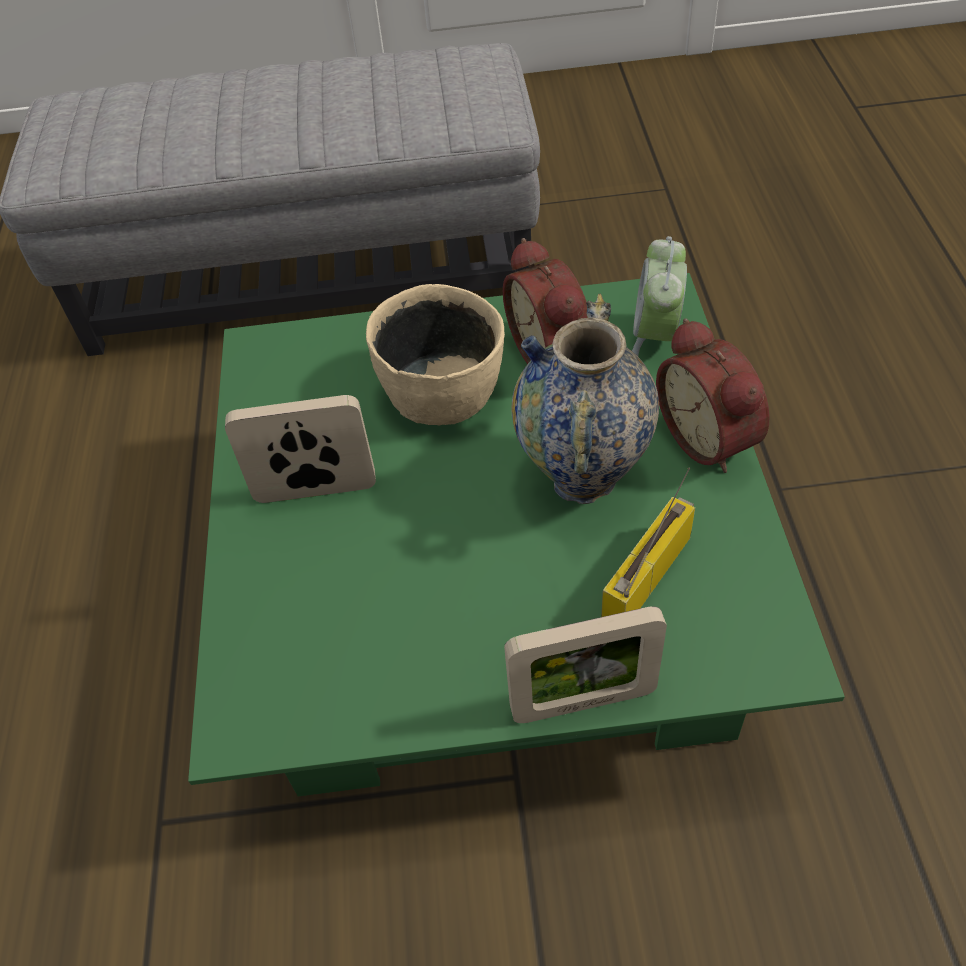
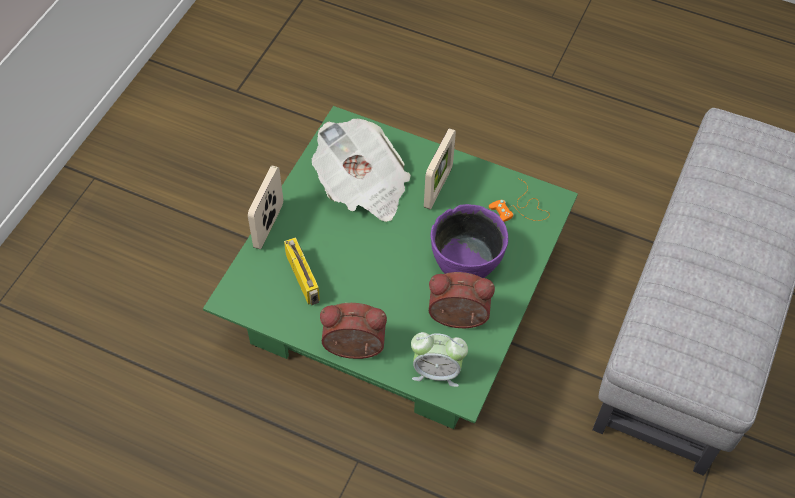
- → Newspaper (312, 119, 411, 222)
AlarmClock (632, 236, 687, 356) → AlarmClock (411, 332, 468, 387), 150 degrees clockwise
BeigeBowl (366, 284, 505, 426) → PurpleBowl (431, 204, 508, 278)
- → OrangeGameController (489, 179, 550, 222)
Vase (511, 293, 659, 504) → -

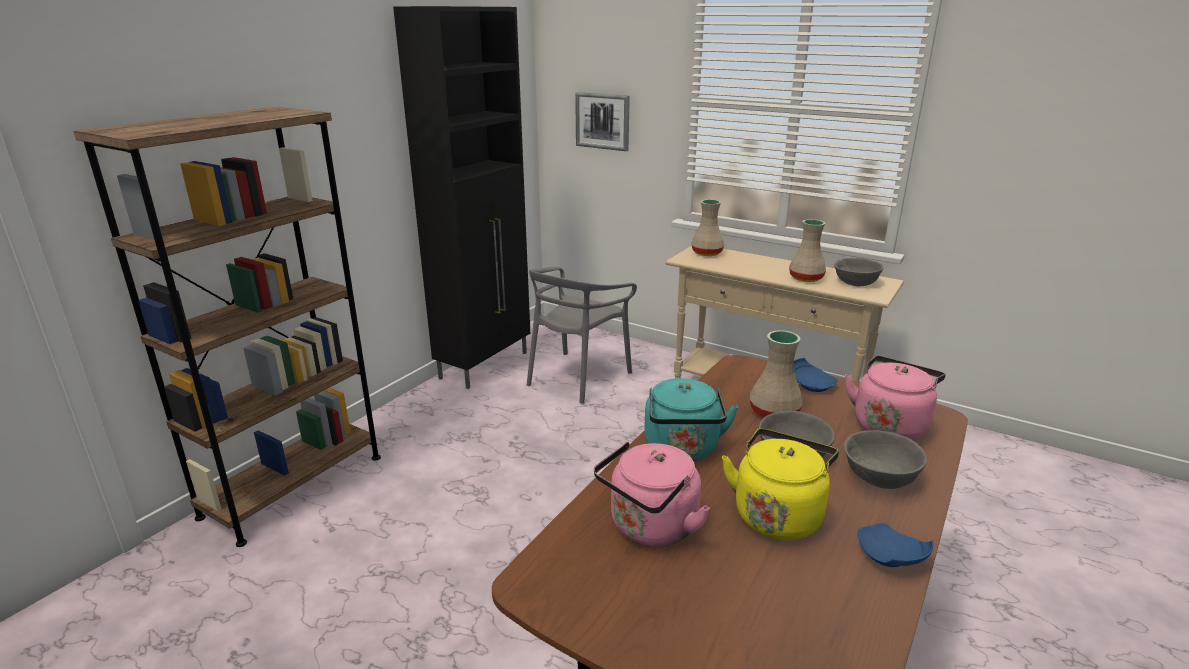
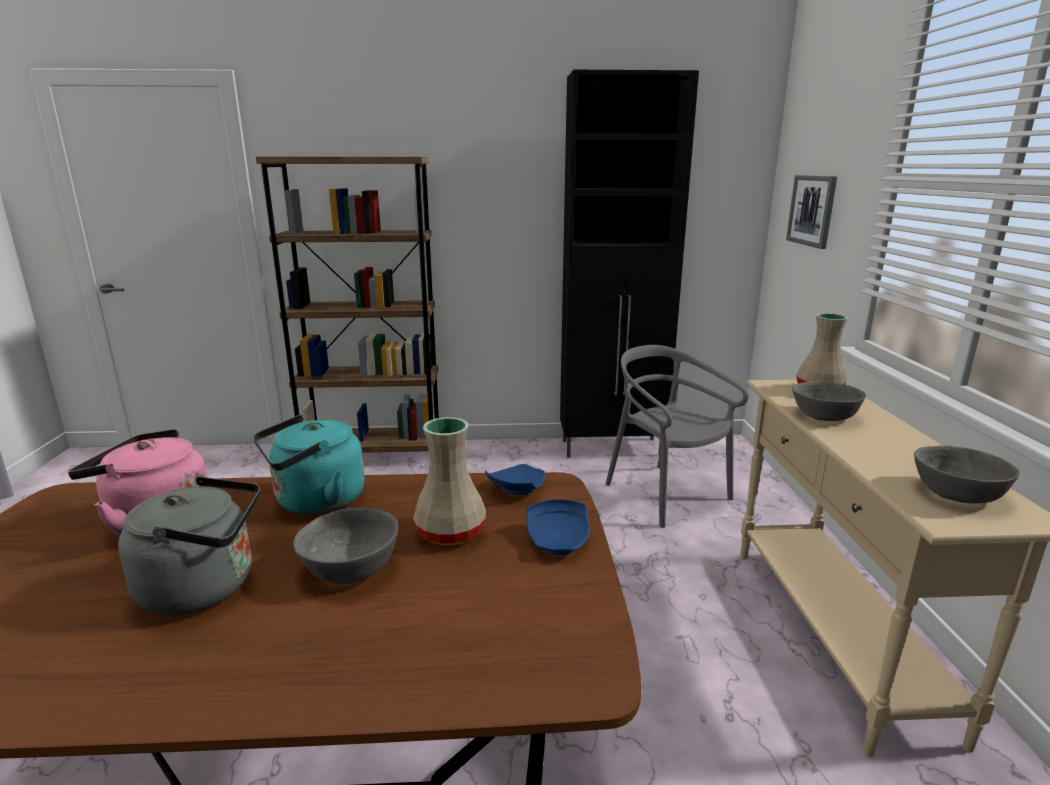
YellowKettle (722, 428, 839, 540) → GreyKettle (118, 476, 260, 615)
BluePlate (857, 523, 933, 567) → BluePlate (485, 464, 546, 495), moved
GreyChair (527, 267, 637, 404) → GreyChair (606, 345, 749, 528), 60 degrees clockwise
GreyBowl (844, 430, 927, 489) → GreyBowl (792, 381, 866, 421), moved
BeigeVase (789, 219, 826, 282) → -
PinkKettle (845, 356, 945, 440) → -

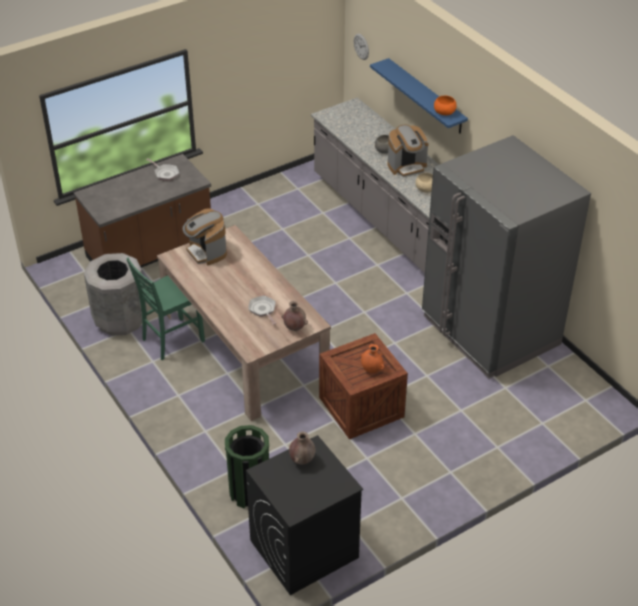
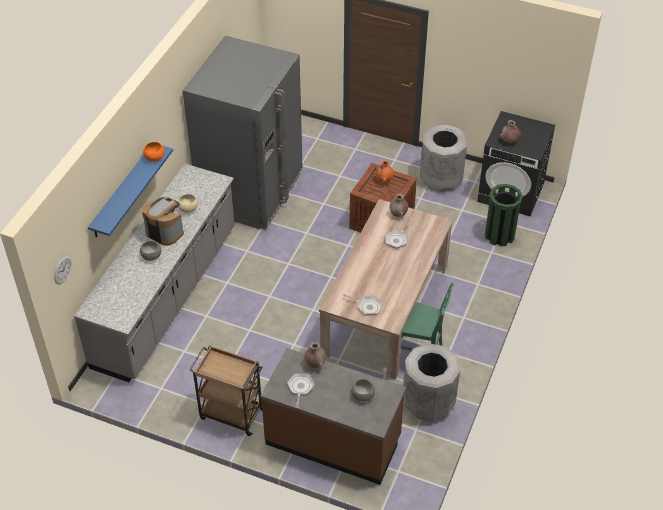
- → BrownCart (189, 345, 263, 436)
- → BrownVase (305, 342, 326, 368)
CoffeeMachine (183, 208, 227, 266) → FryingPan (343, 294, 383, 315)
- → GreyBowl (352, 379, 375, 402)
- → GreyTrashCan (420, 124, 468, 192)

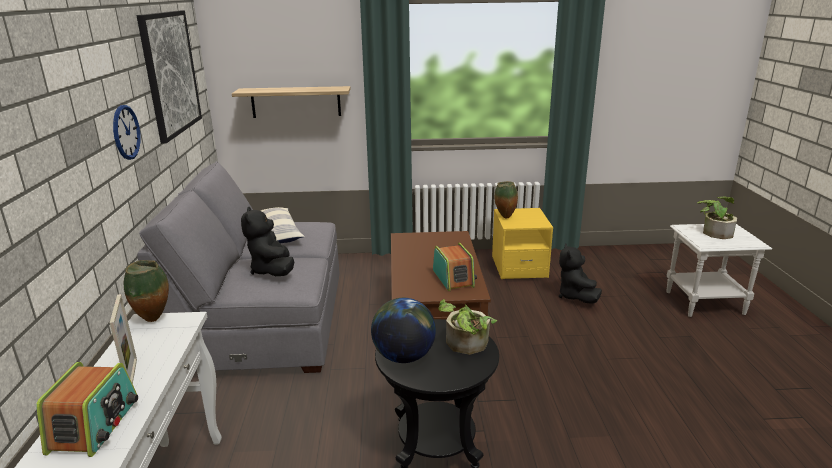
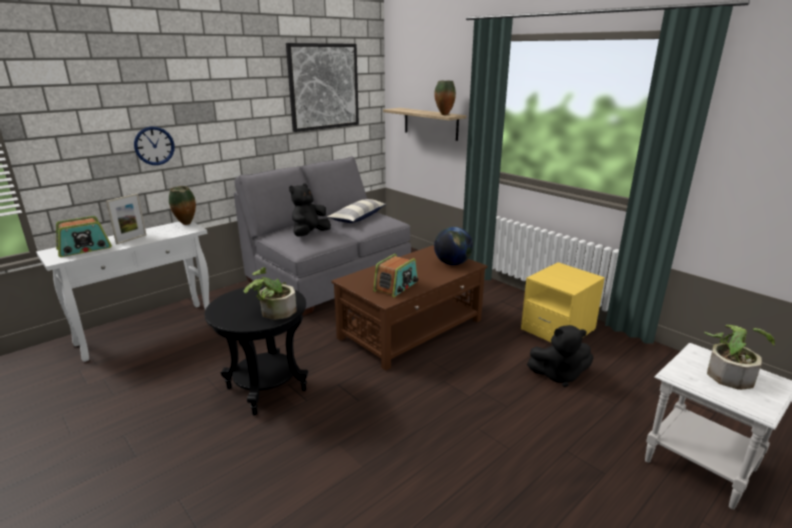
WallClock (113, 105, 141, 160) → WallClock (134, 126, 174, 165), moved
Vase (494, 181, 518, 218) → Vase (434, 81, 456, 115), moved
Globe (371, 298, 436, 363) → Globe (434, 227, 473, 265), moved
BlackPlushToy (559, 244, 602, 304) → BlackPlushToy (527, 325, 594, 387), 135 degrees counterclockwise

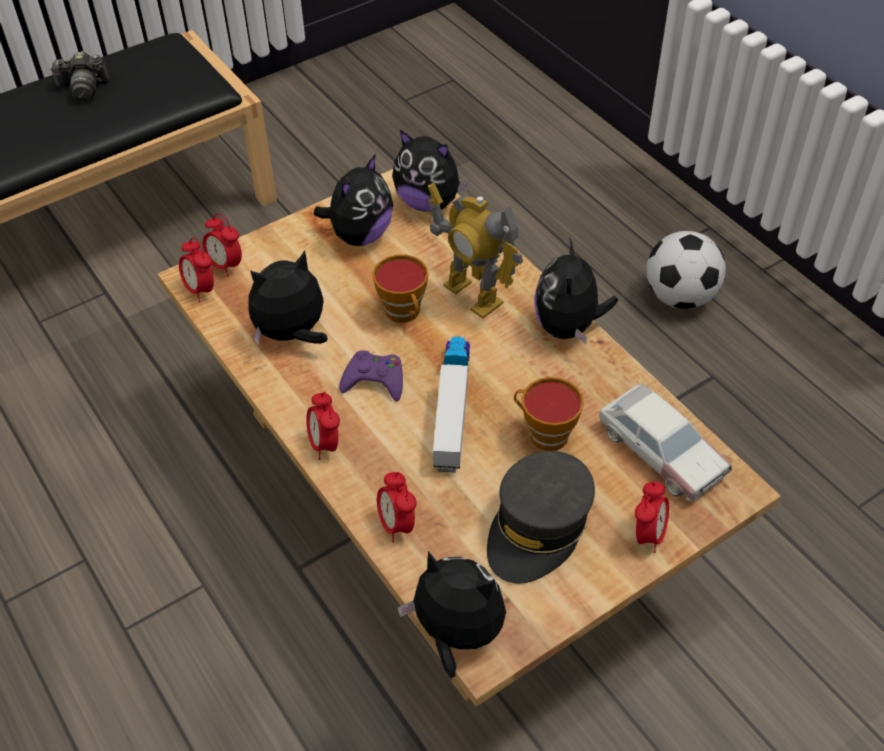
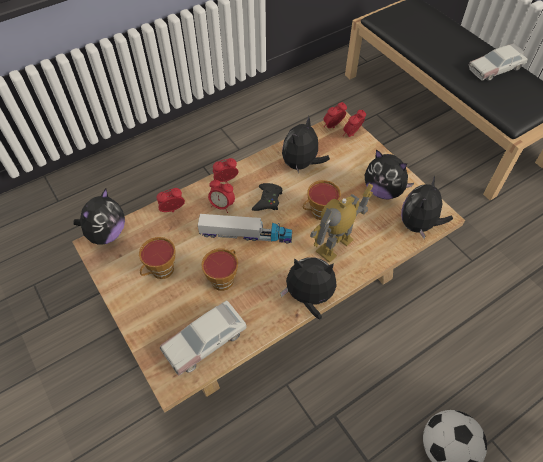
GreyCap (487, 451, 595, 584) → Cup (139, 237, 175, 279)
AlarmClock (635, 482, 669, 553) → AlarmClock (208, 177, 235, 213), moved
PurpleGameController (339, 350, 403, 401) → BlackGameController (252, 183, 282, 211)
PlushToy (248, 251, 328, 345) → PlushToy (282, 116, 330, 173), 120 degrees counterclockwise
PhotoCamera (51, 51, 109, 101) → ToyCar (469, 43, 528, 81)

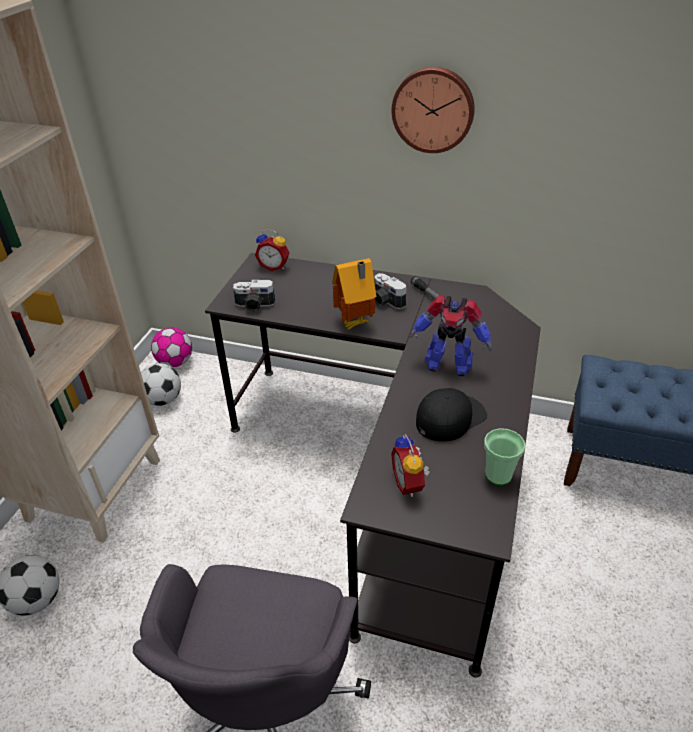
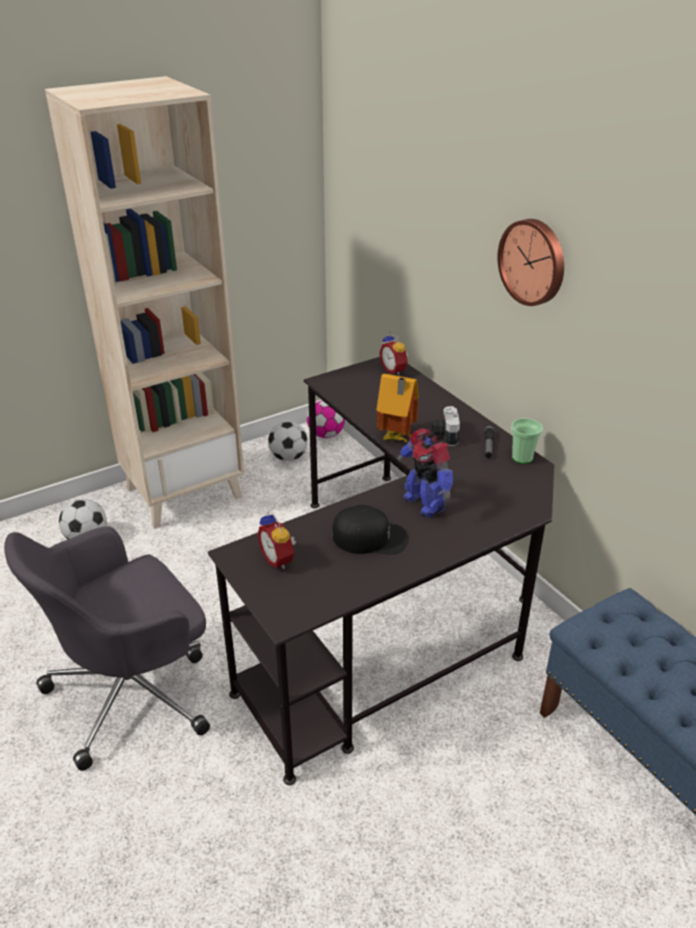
AlarmClock (391, 434, 430, 497) → AlarmClock (257, 511, 296, 569), 60 degrees counterclockwise
Cup (484, 428, 525, 485) → Cup (511, 418, 543, 464), moved
PhotoCamera (233, 280, 275, 312) → -

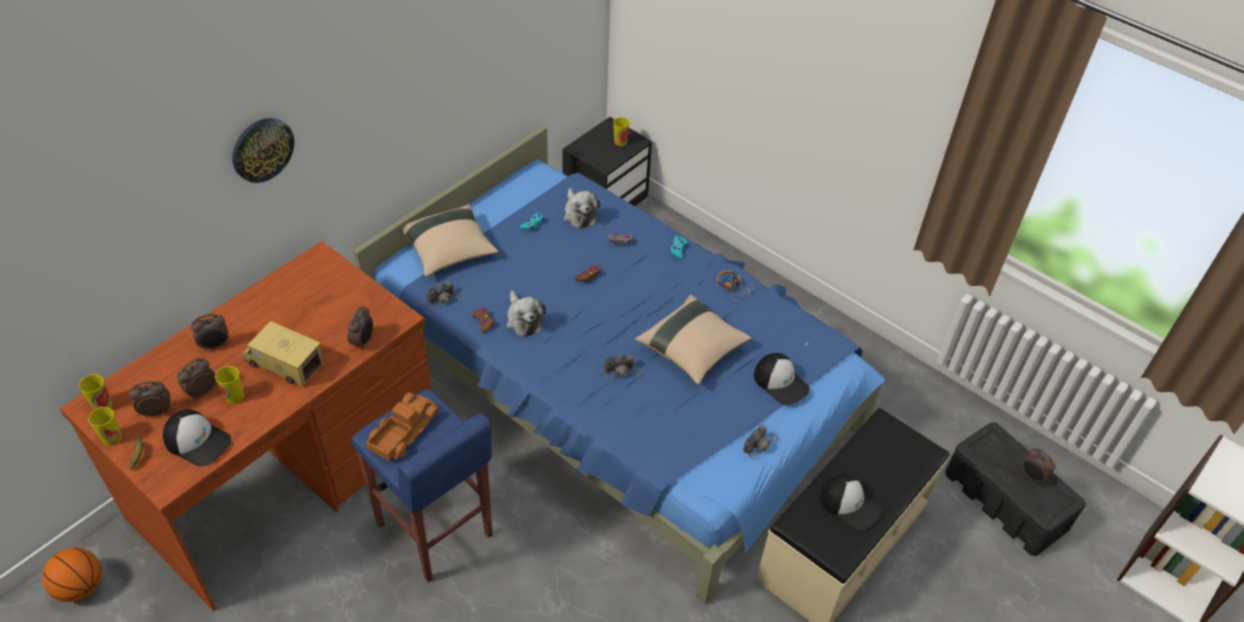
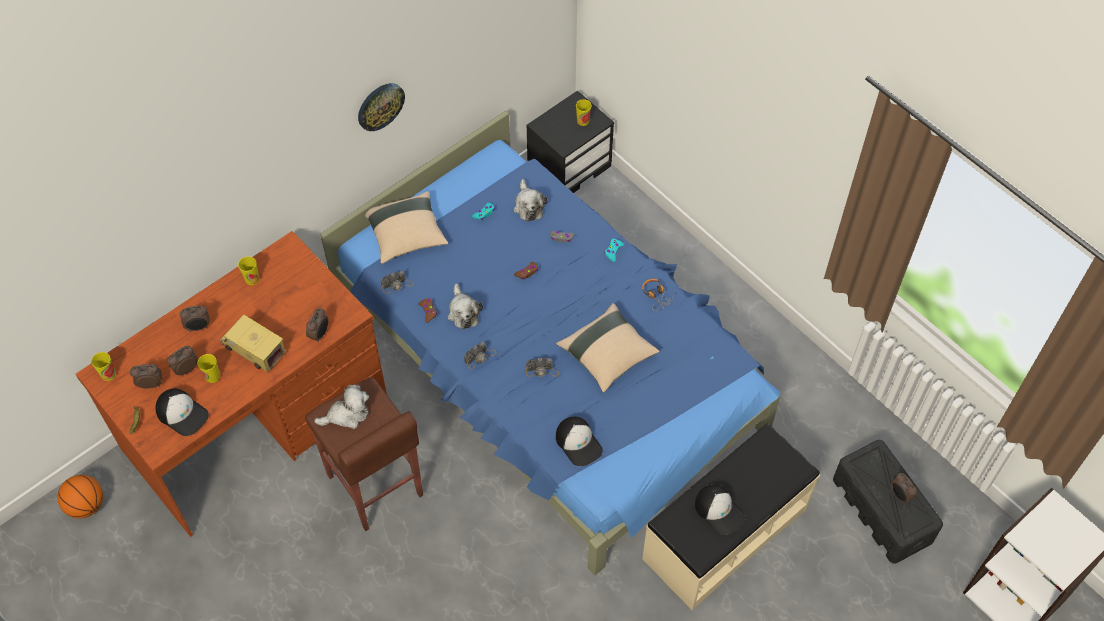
Cup (88, 407, 122, 446) → Cup (238, 256, 259, 285), moved
BlueStool (351, 389, 493, 583) → BrownStool (305, 377, 423, 531)
ToyTruck (366, 392, 440, 461) → PlushToy (314, 385, 369, 429)
WallClock (232, 118, 294, 183) → WallClock (358, 83, 405, 131), moved
PhotoCamera (743, 425, 778, 459) → PhotoCamera (464, 342, 497, 369), moved
Cap (754, 353, 810, 405) → Cap (556, 417, 603, 466), moved

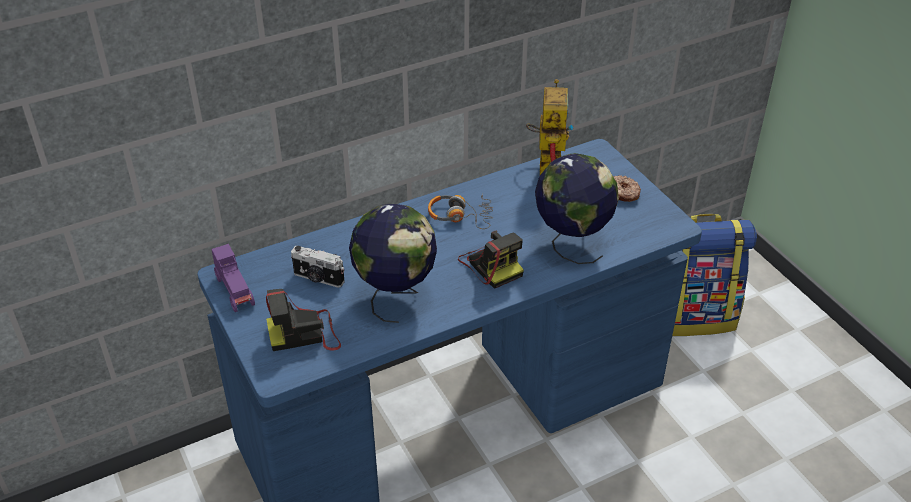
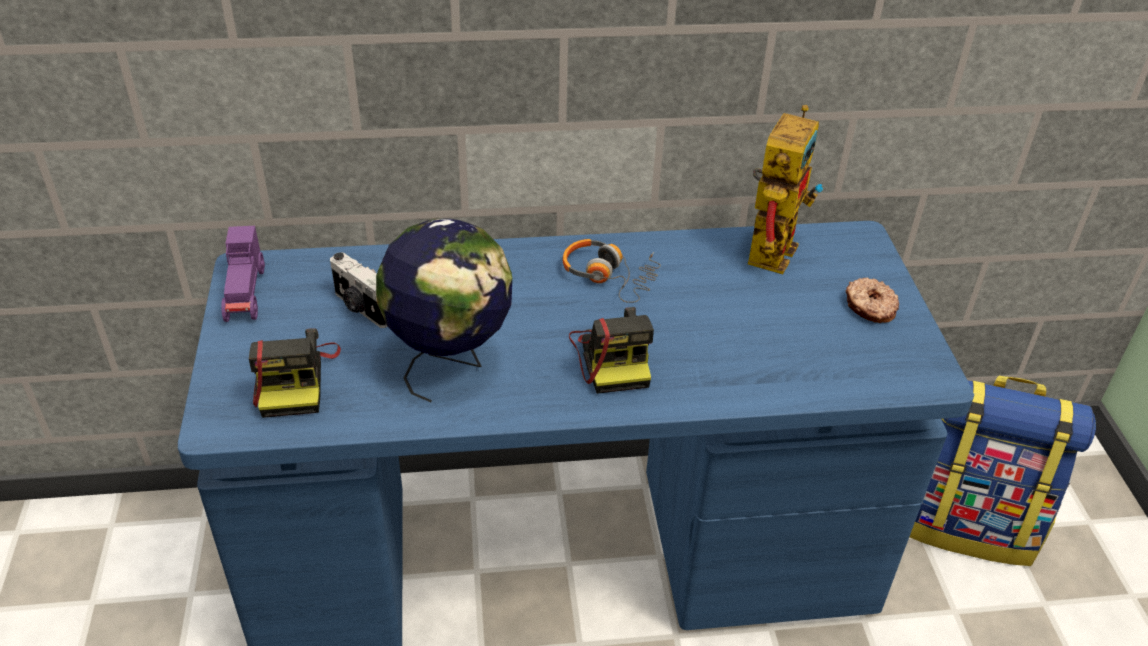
PhotoCamera (266, 289, 341, 351) → PhotoCamera (249, 328, 341, 418), 105 degrees counterclockwise
Globe (535, 153, 619, 264) → -

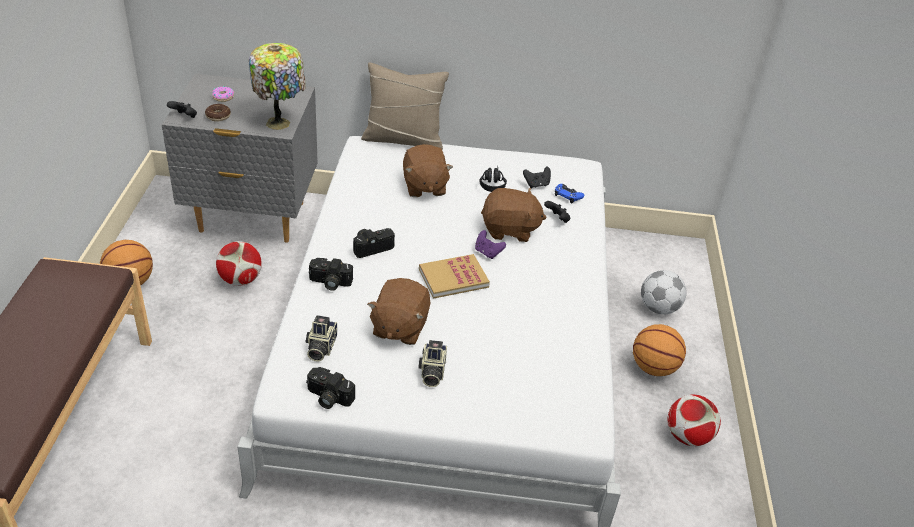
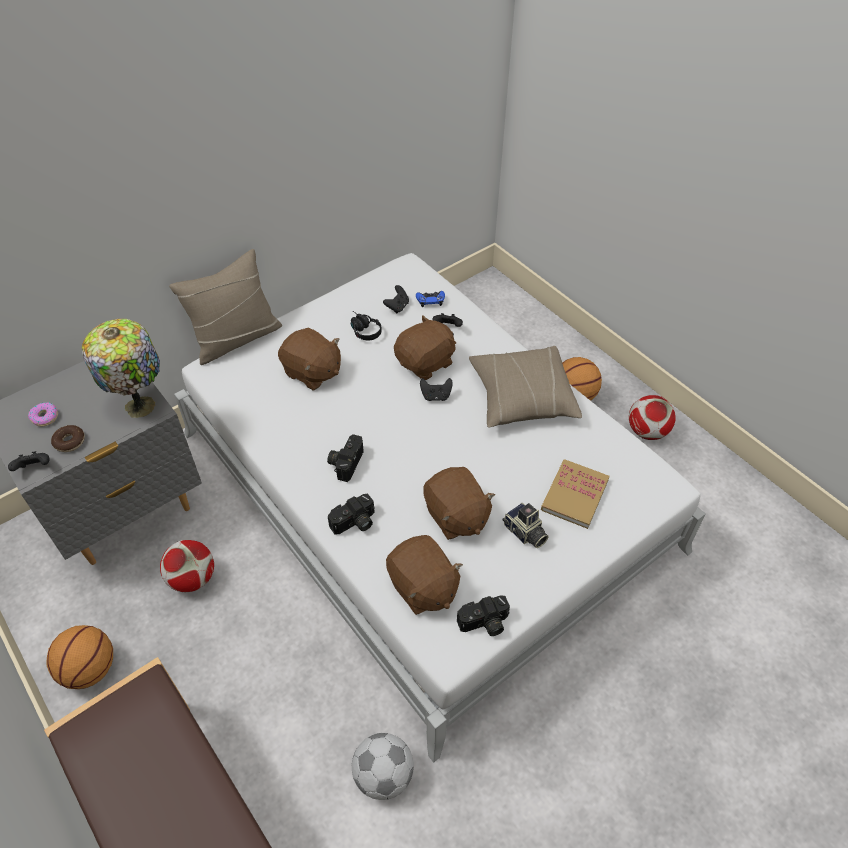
Football (641, 270, 686, 315) → Football (352, 733, 414, 800), moved
PhotoCamera (306, 315, 337, 362) → BrownPlushToy (386, 535, 463, 615)
PurpleGameController (475, 230, 506, 259) → BlackGameController (420, 378, 453, 401)
- → BeigePillow (469, 346, 582, 428)
Book (419, 254, 490, 299) → Book (541, 460, 610, 529), moved

